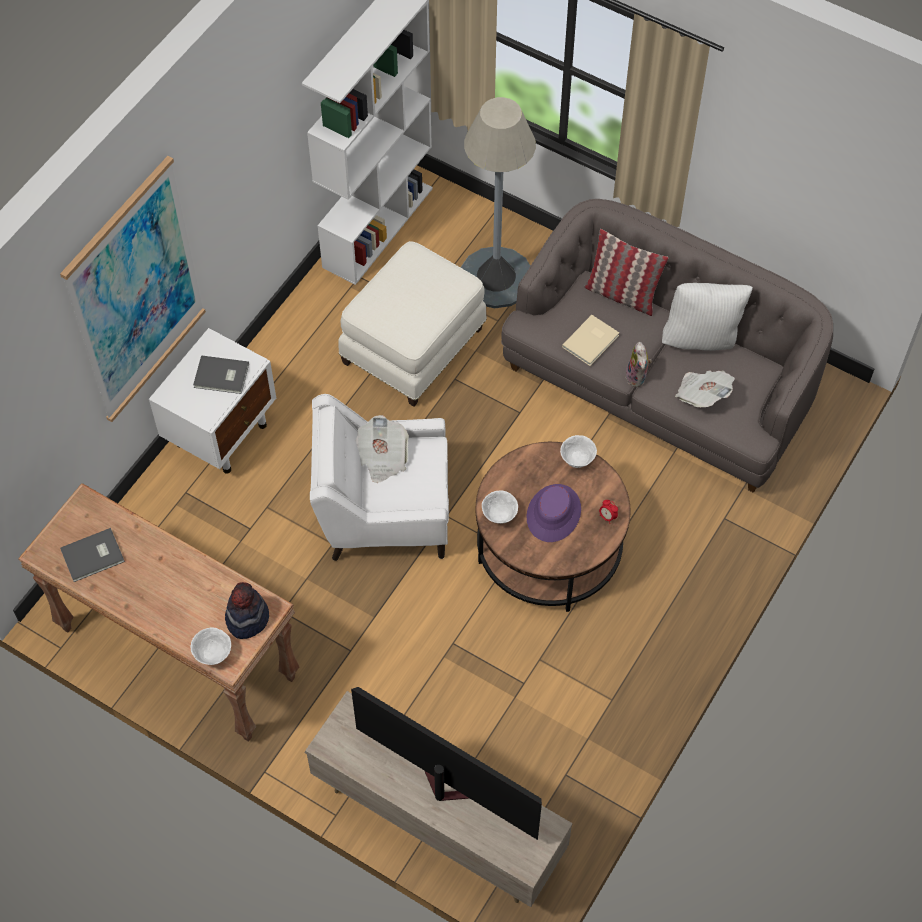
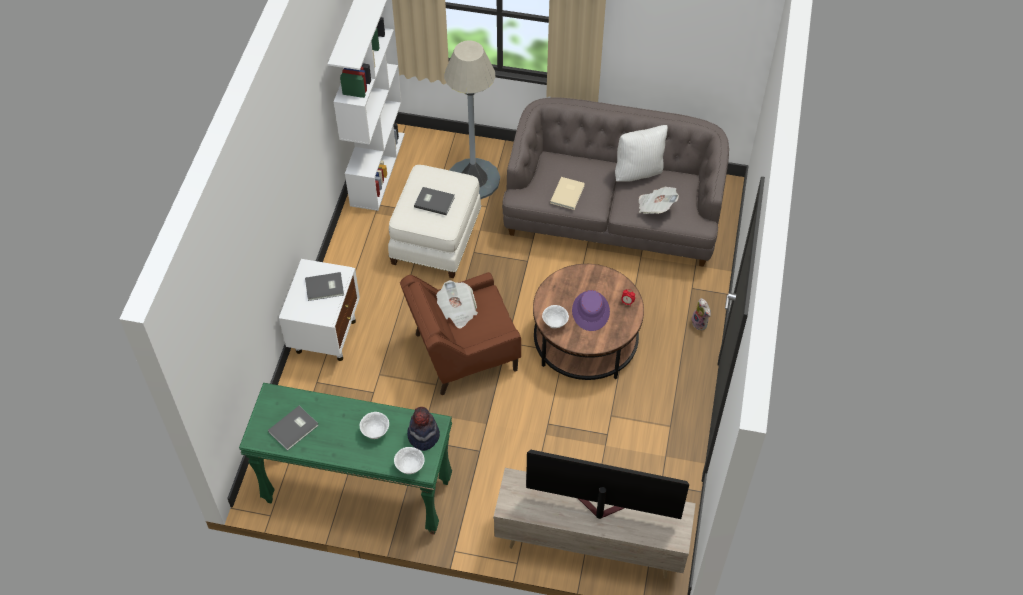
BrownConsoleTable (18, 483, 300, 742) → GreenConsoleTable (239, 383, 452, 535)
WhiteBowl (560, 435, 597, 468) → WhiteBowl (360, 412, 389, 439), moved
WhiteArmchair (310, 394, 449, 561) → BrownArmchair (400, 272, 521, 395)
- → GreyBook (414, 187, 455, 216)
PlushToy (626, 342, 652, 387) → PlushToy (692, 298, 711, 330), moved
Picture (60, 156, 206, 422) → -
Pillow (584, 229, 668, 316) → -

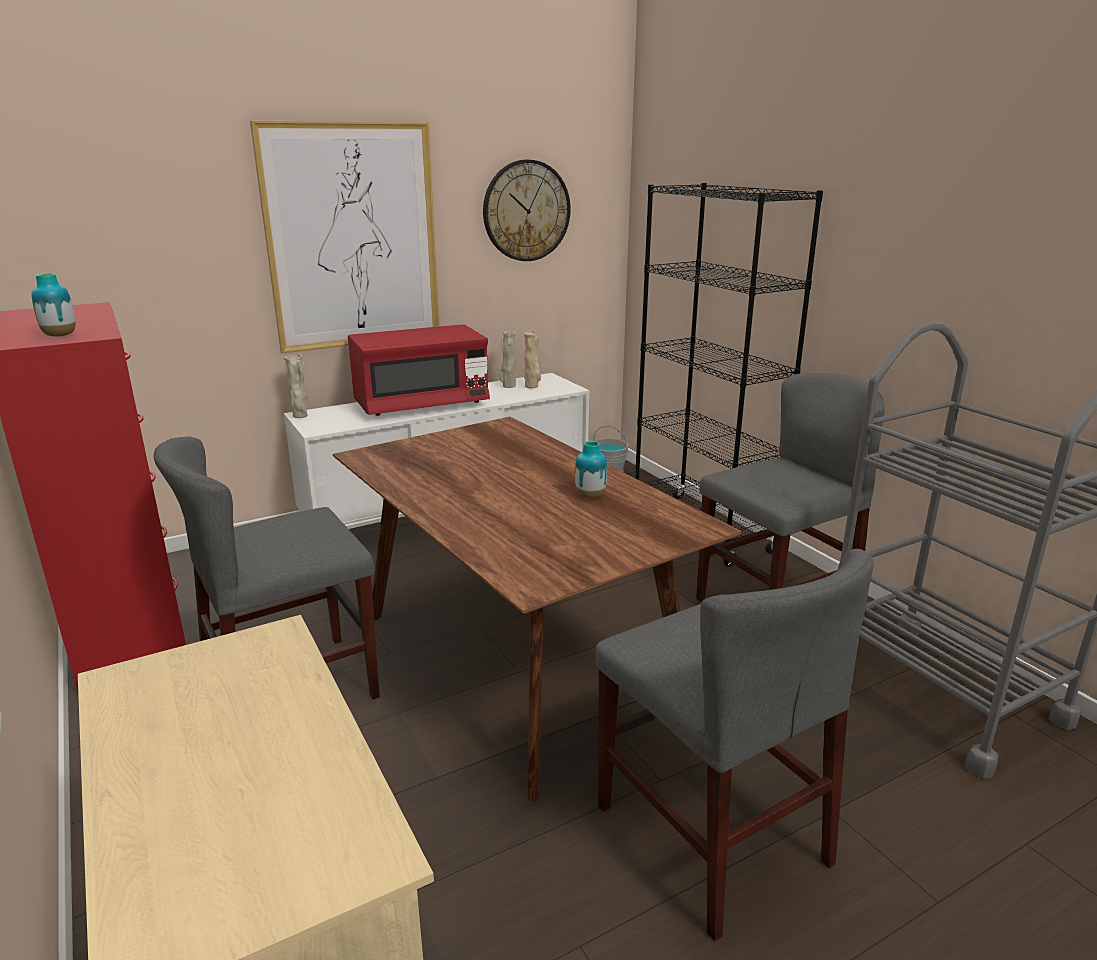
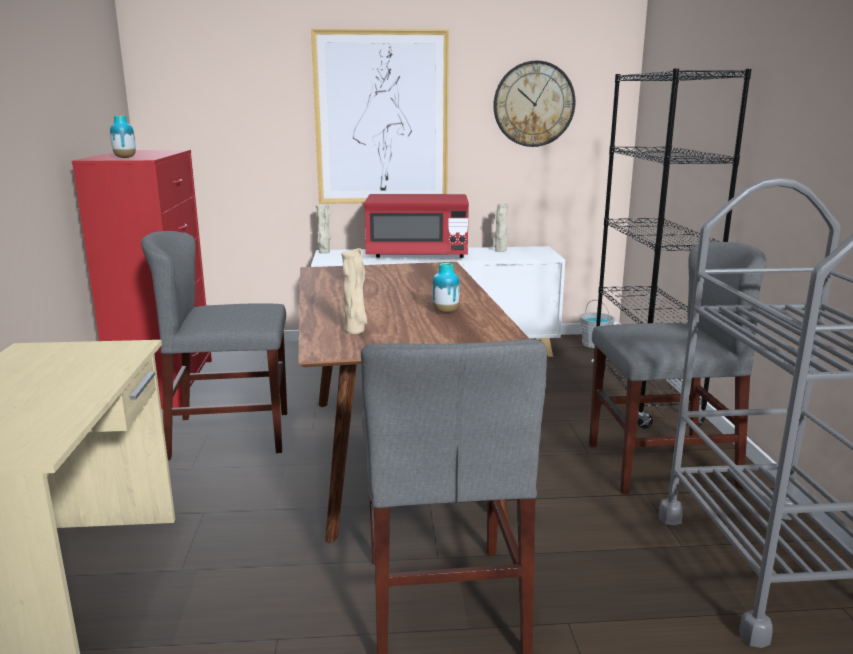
BeigeVase (524, 330, 541, 388) → BeigeVase (341, 248, 367, 334), moved

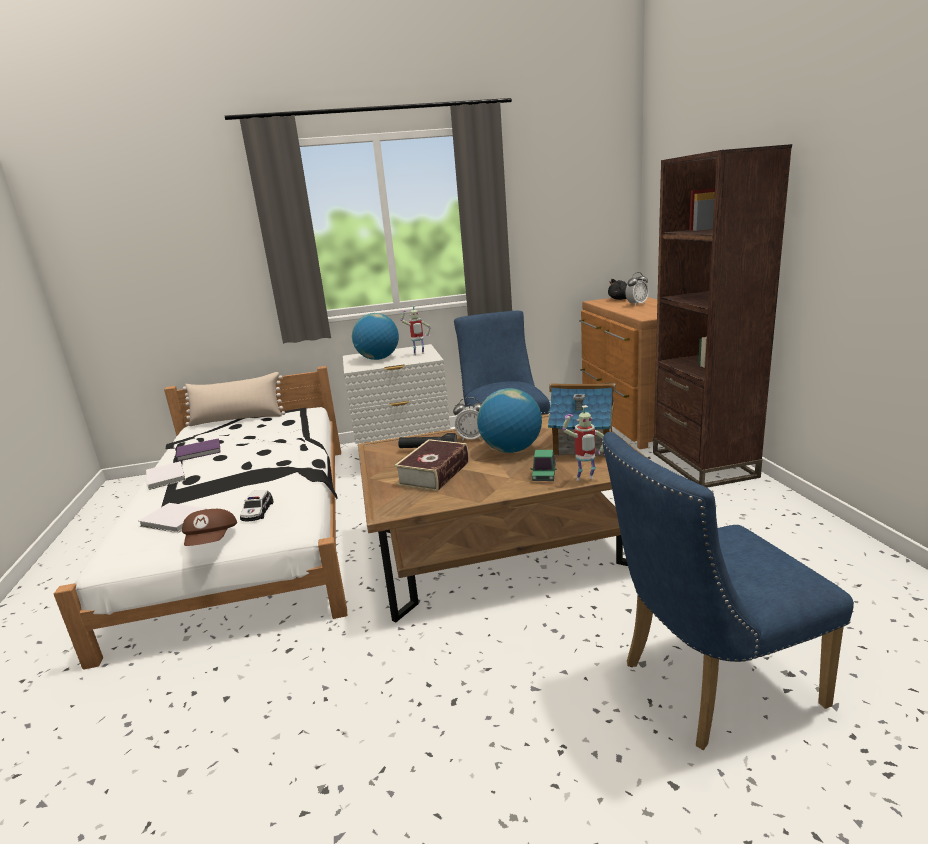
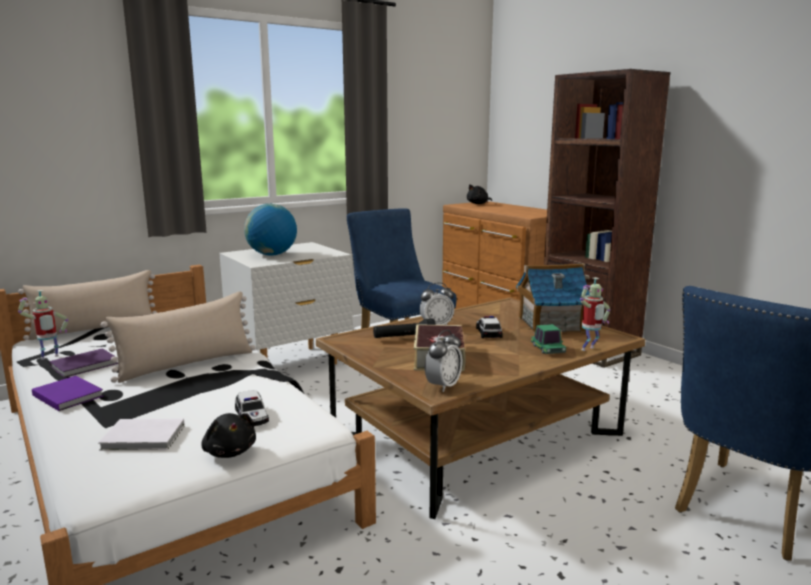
ToyRobot (401, 305, 431, 355) → ToyRobot (18, 290, 69, 360), moved
WhiteBook (146, 461, 186, 490) → PurpleBook (32, 376, 104, 411)
- → BeigePillow (101, 291, 256, 383)
BrownCap (182, 509, 237, 546) → BlackPlushToy (201, 413, 256, 458)
AlarmClock (625, 272, 649, 306) → AlarmClock (425, 330, 462, 392), moved
Globe (477, 388, 542, 453) → ToyCar (476, 316, 503, 338)

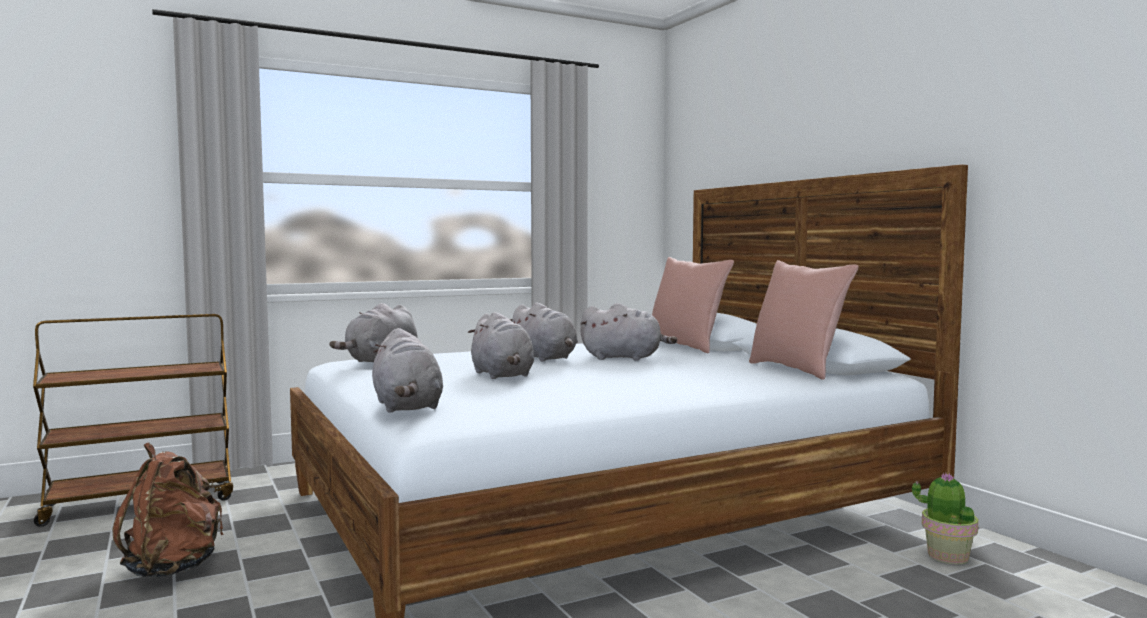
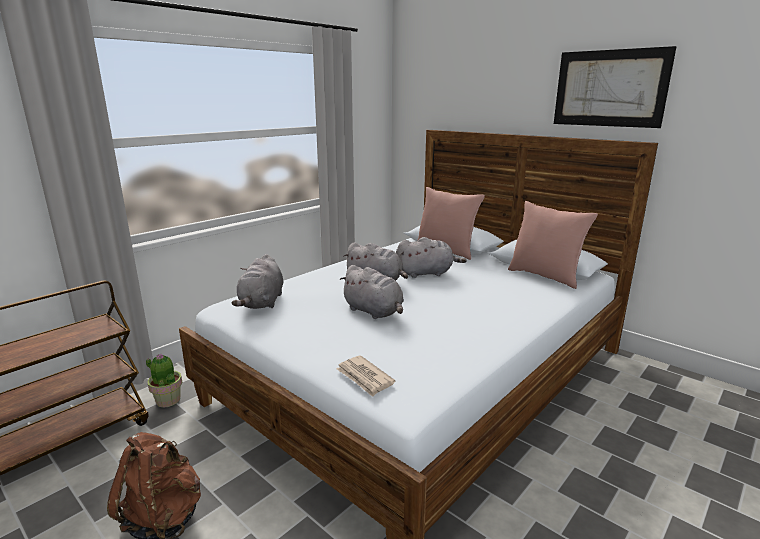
PottedPlant (912, 473, 979, 565) → PottedPlant (146, 354, 182, 408), moved
GreyPlushToy (372, 328, 443, 413) → Newspaper (336, 355, 395, 397)
- → Picture (554, 46, 677, 128)

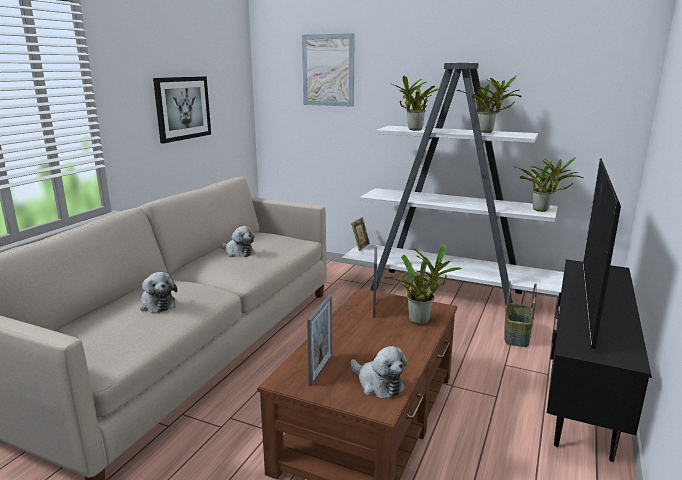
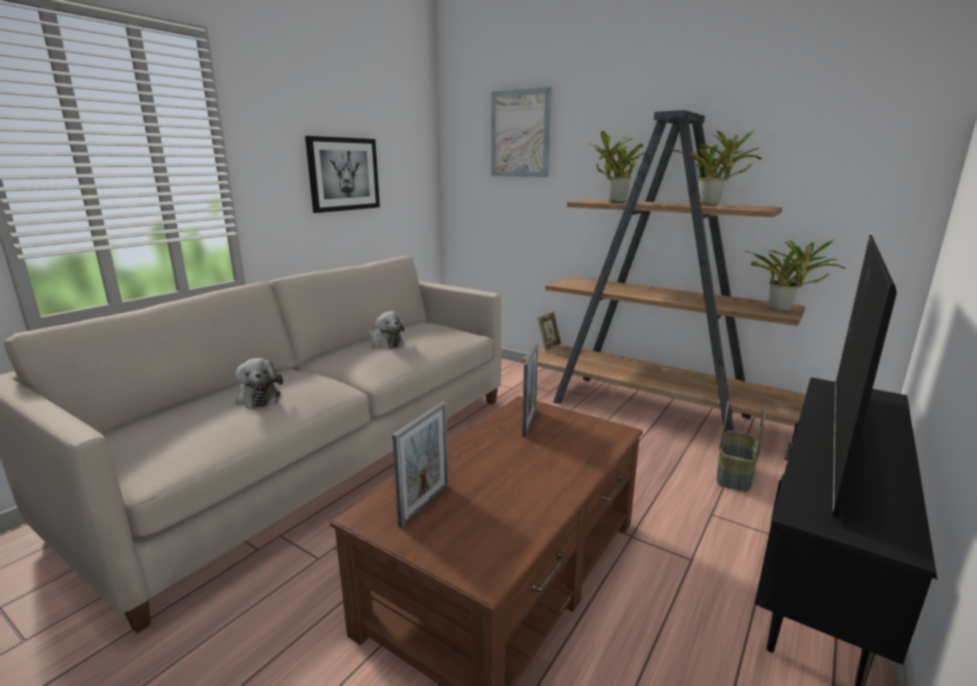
WhiteBookcase (341, 63, 564, 304) → BrownBookcase (522, 110, 806, 431)
PlushToy (350, 346, 407, 399) → -
PottedPlant (384, 244, 462, 325) → -

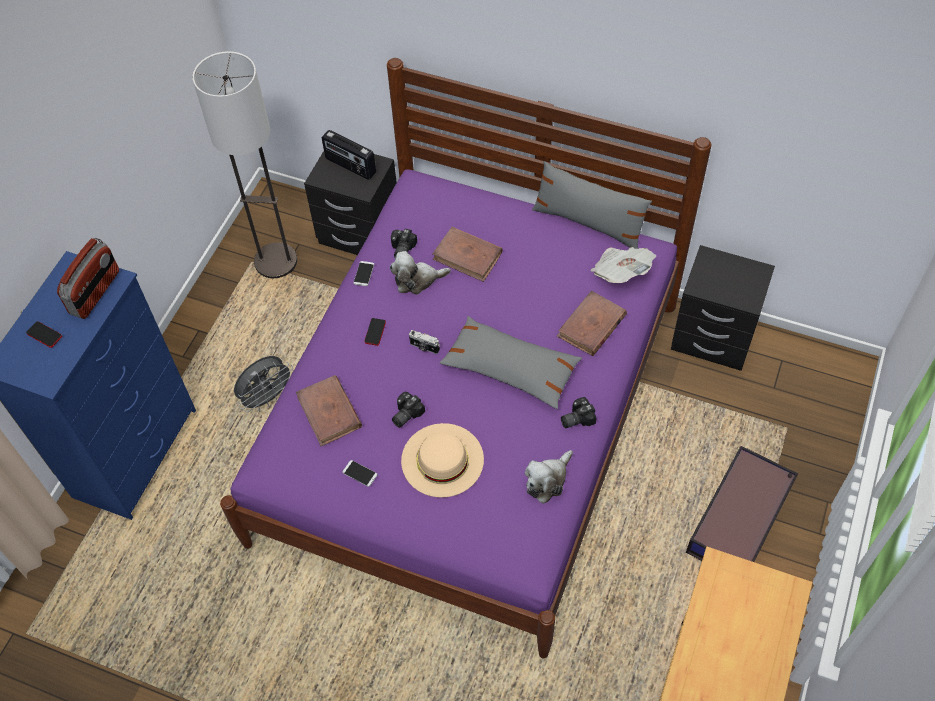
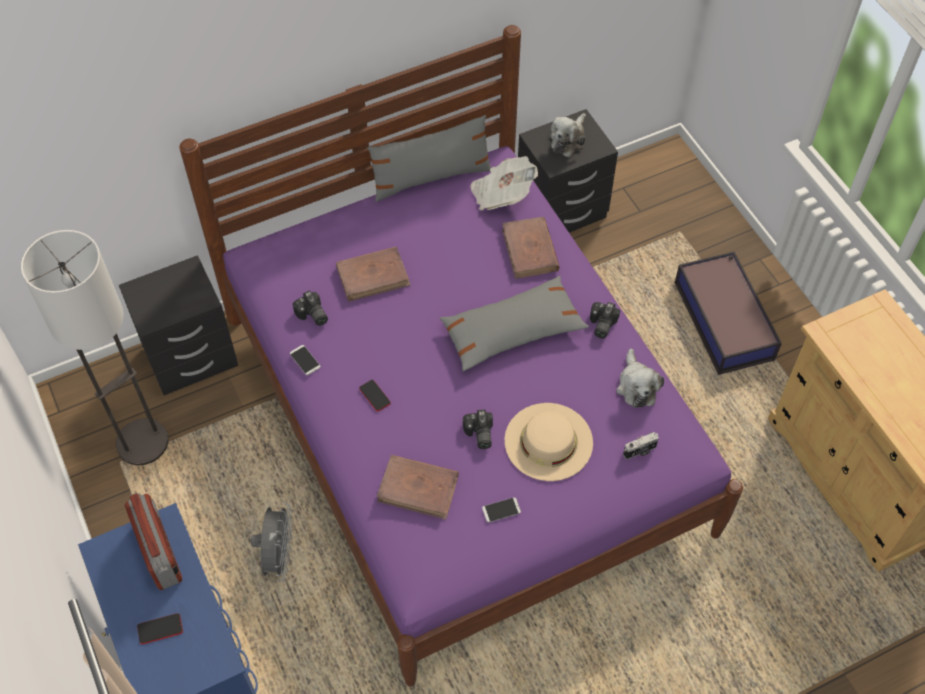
PlushToy (389, 251, 451, 295) → PlushToy (550, 113, 586, 157), moved
PhotoCamera (409, 330, 440, 354) → PhotoCamera (623, 432, 659, 459), moved
Radio (322, 130, 376, 180) → -

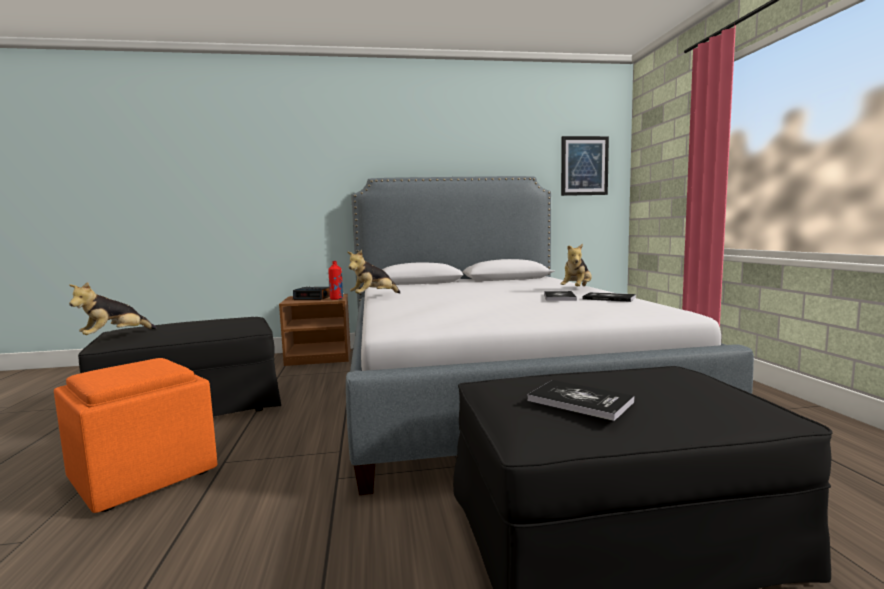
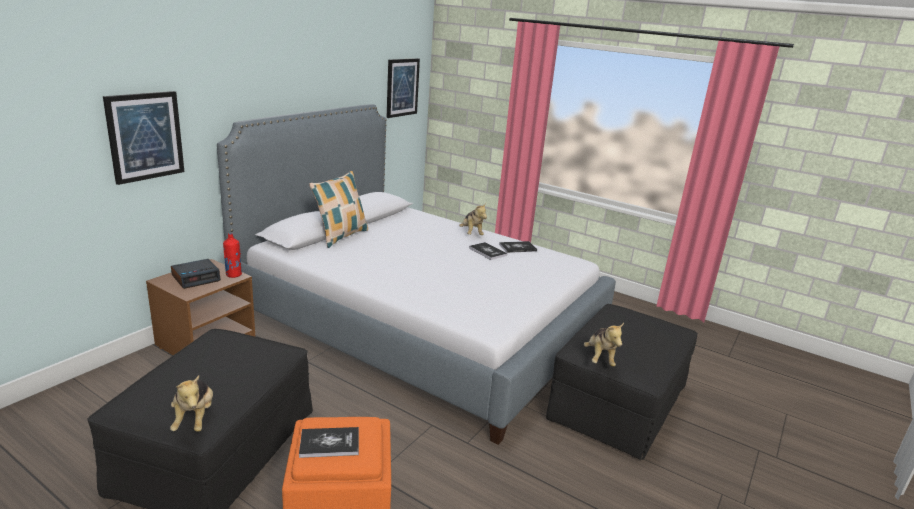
- → Picture (103, 91, 184, 185)
Book (527, 380, 635, 421) → Book (299, 427, 359, 458), moved
- → Pillow (309, 171, 368, 248)
PlushToy (348, 250, 400, 294) → PlushToy (584, 323, 624, 367), moved

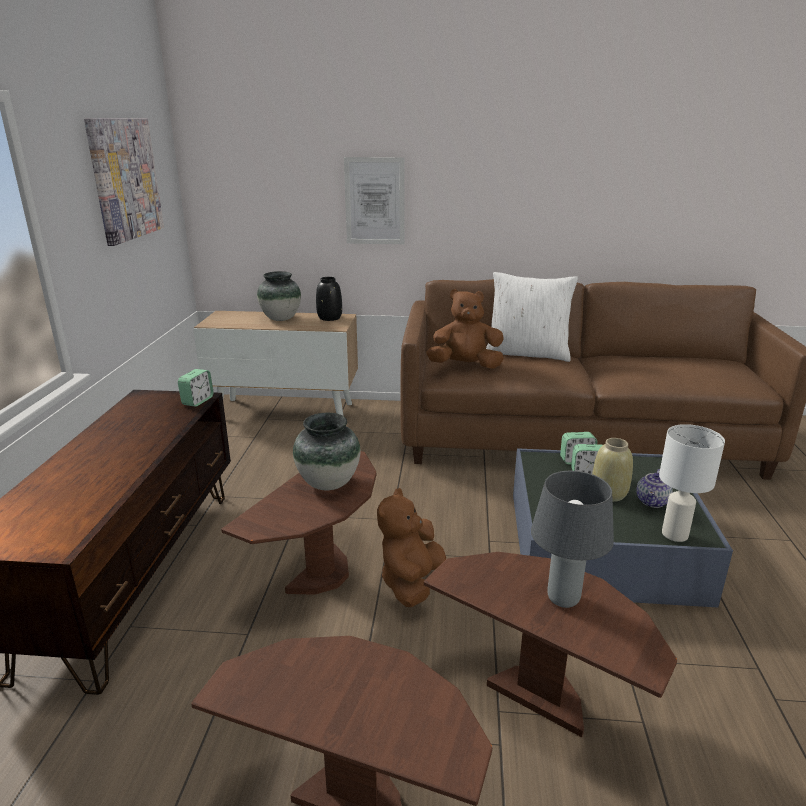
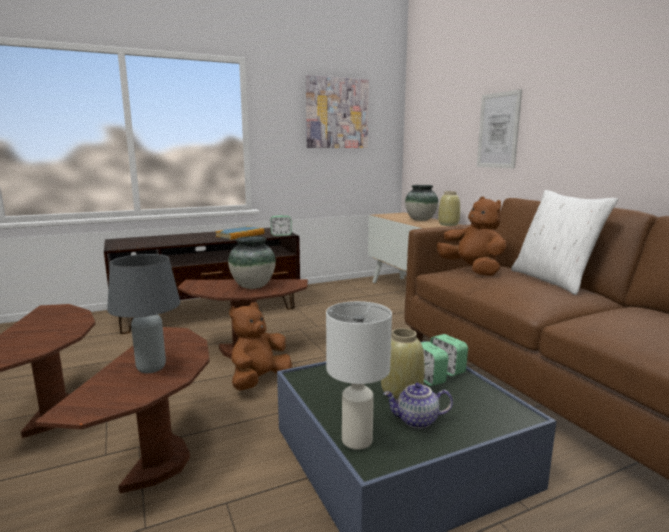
- → Book (215, 226, 264, 240)
BrownPlushToy (377, 488, 446, 607) → BrownPlushToy (229, 302, 292, 391), 45 degrees counterclockwise
BlackVase (316, 277, 342, 321) → BeigeVase (438, 191, 460, 226)

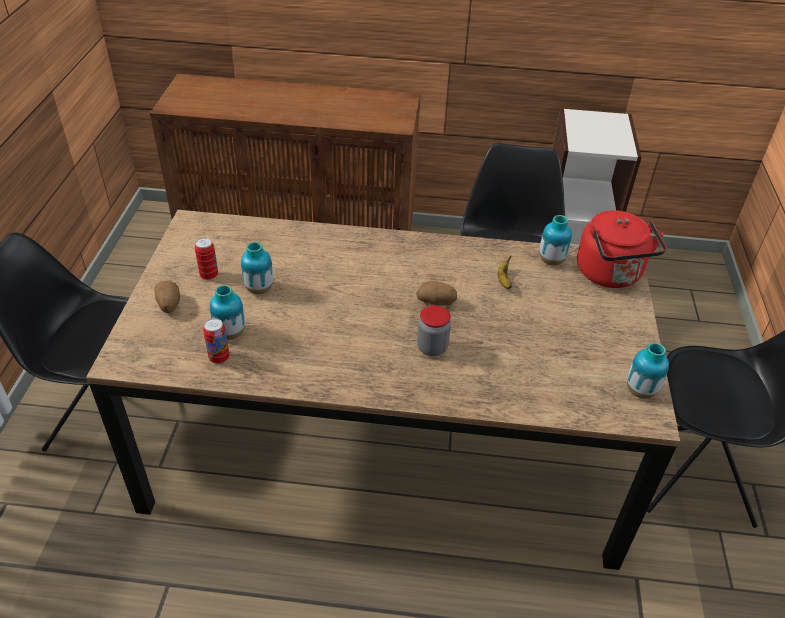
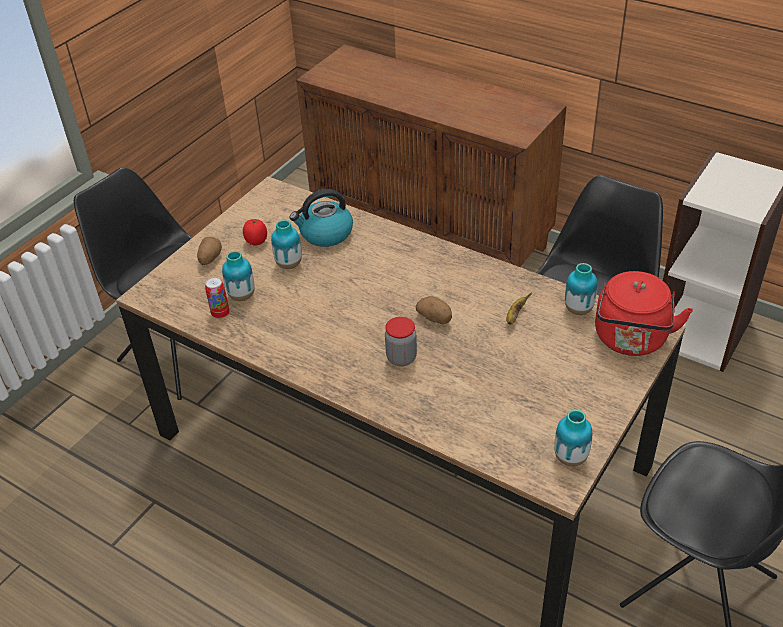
Can (195, 237, 218, 280) → Tomato (243, 219, 267, 246)
- → Kettle (290, 189, 353, 247)

